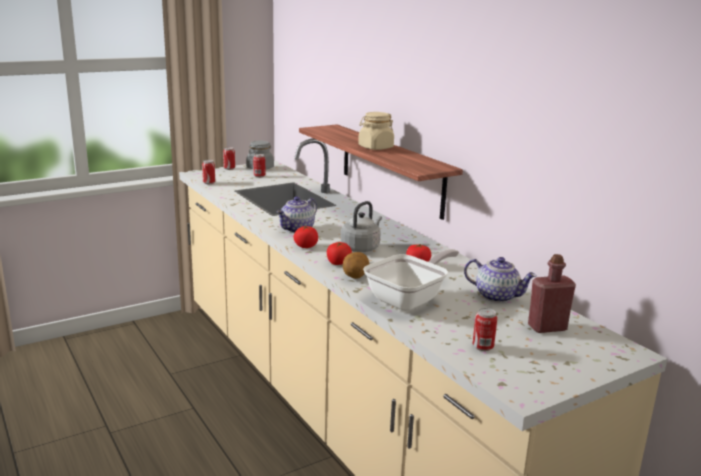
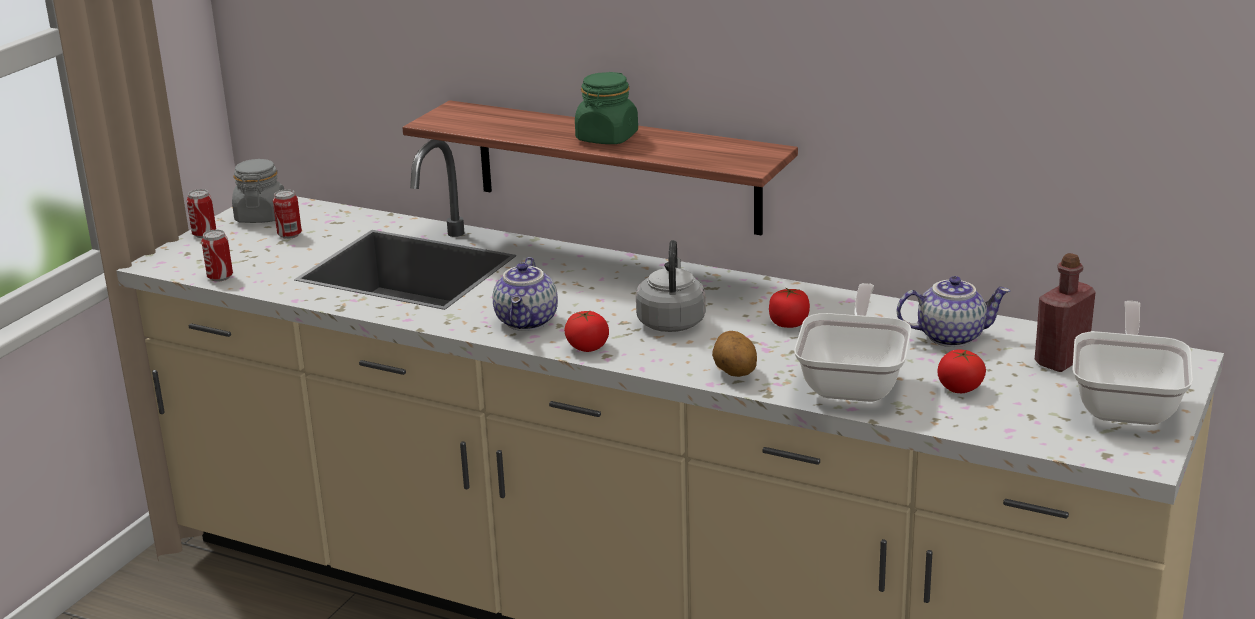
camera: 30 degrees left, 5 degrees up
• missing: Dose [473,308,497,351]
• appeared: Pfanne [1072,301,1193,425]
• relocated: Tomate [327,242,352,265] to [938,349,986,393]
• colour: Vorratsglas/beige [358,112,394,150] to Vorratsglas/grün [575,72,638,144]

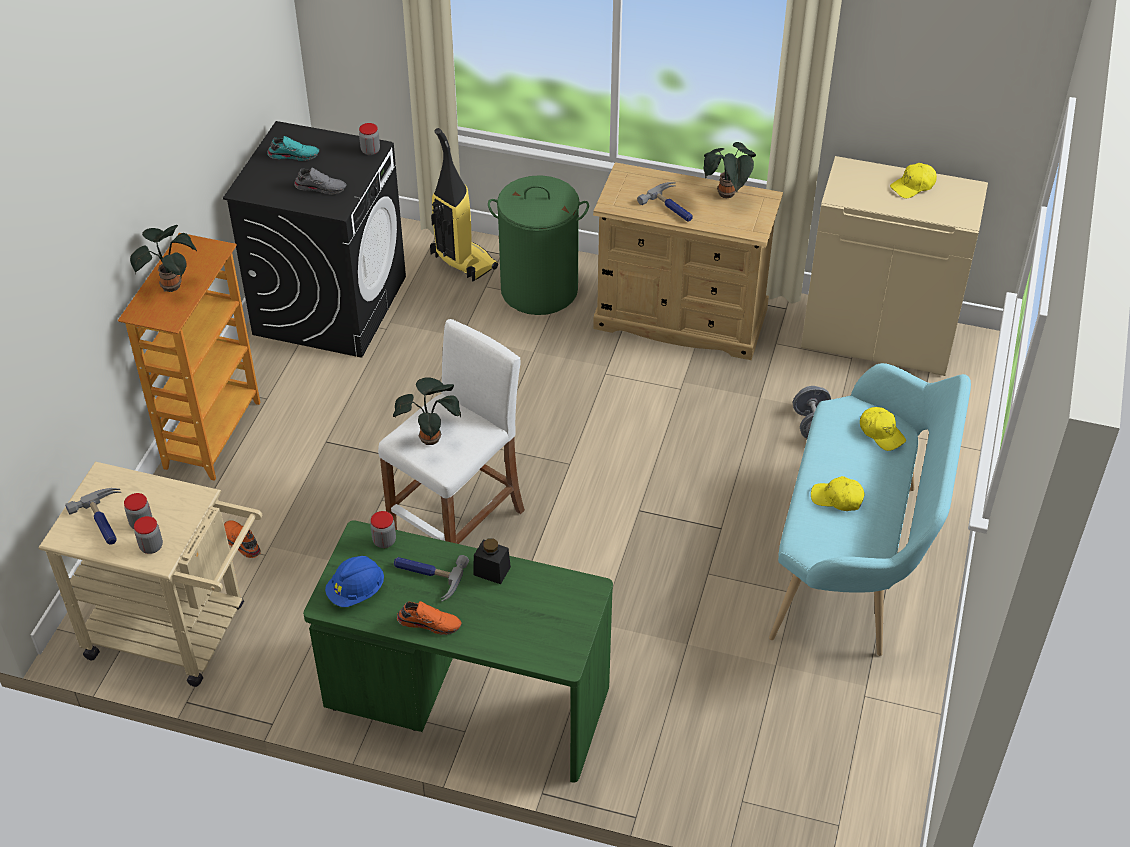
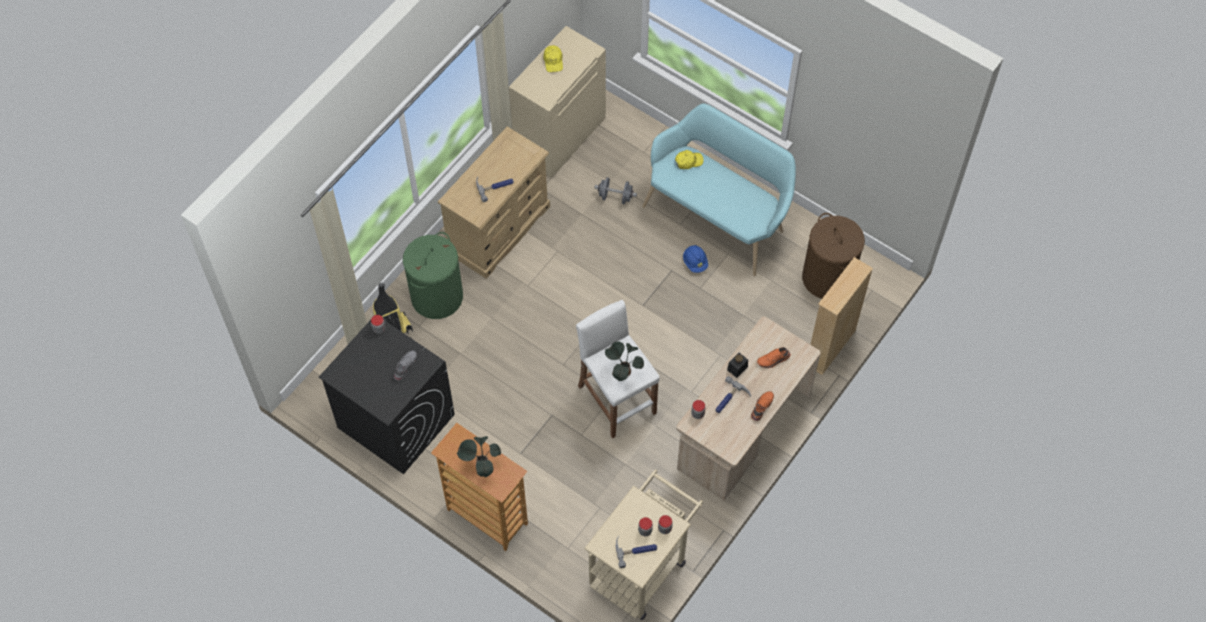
camera: 70 degrees left, 15 degrees up
• missing: Schuh/türkis [267,136,319,161]
• missing: Topfpflanze [704,142,756,198]
• missing: Kappe/gelb [811,476,865,511]
• appeared: Wäschekorb/braun [802,213,865,299]
• appeared: Bücherregal/beige [810,257,873,375]
• relocated: Schuh/orange [224,520,261,558] to [757,347,791,368]
• relocated: Schutzhelm/blau [325,556,384,607] to [683,245,708,273]
• colour: Schreibtisch/grün [303,520,613,783] to Schreibtisch/beige [676,316,821,501]

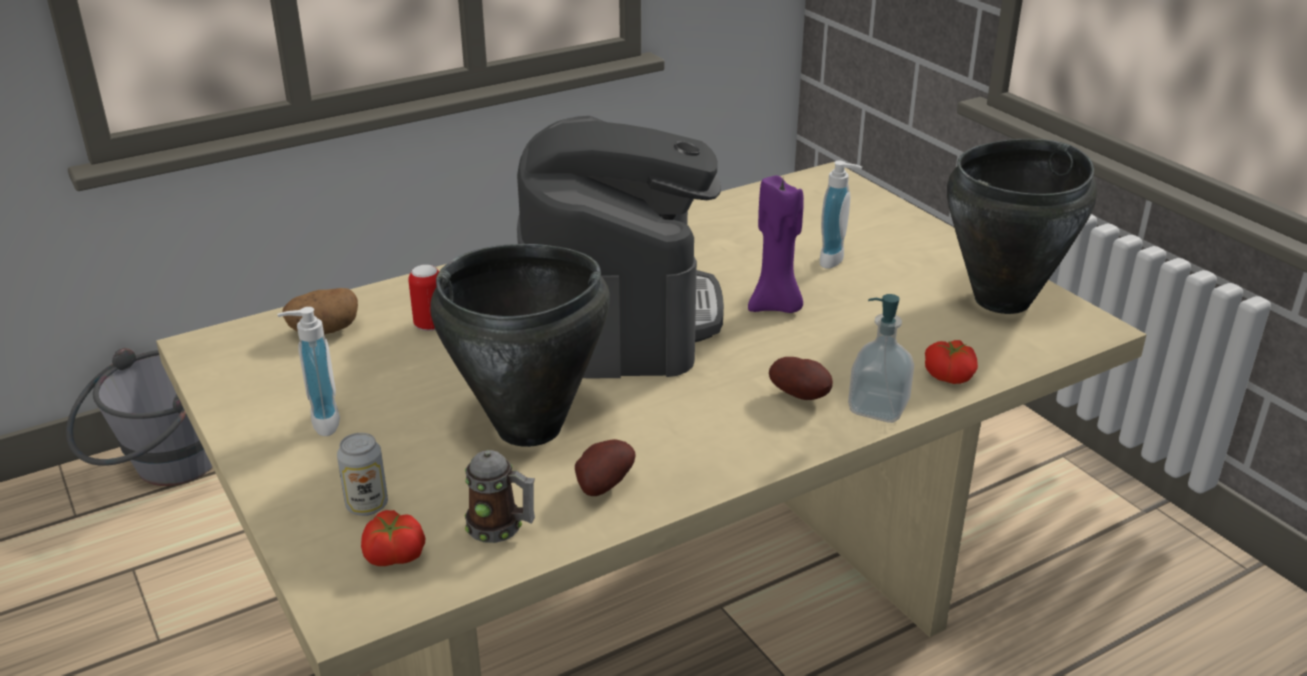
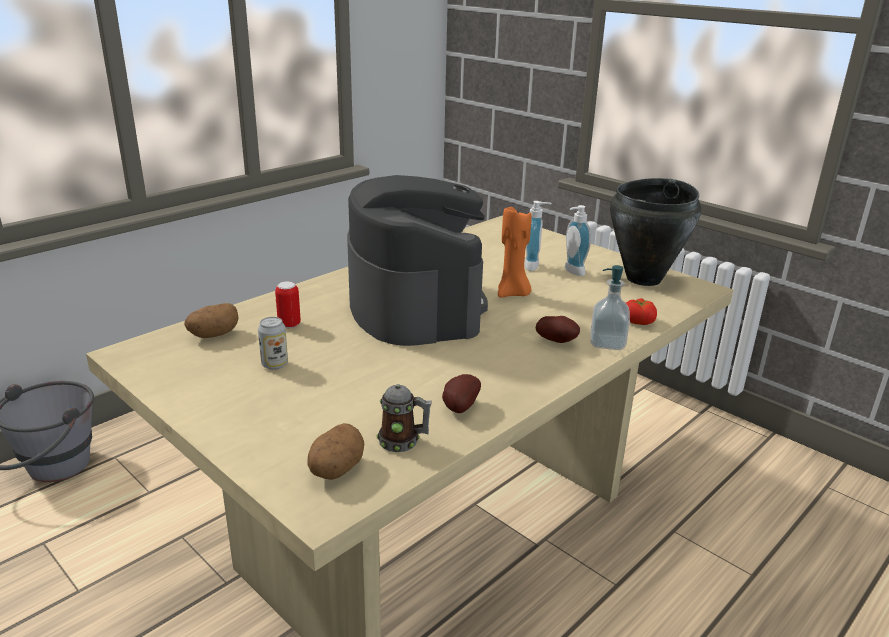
camera: 15 degrees left, 5 degrees down
• missing: Kochtopf/schwarz [430,244,610,447]
• relocated: Seifenspender [278,307,340,436] to [564,205,591,276]
• relocated: Dose [337,433,388,516] to [258,317,288,370]
• exchanged: Tomate [361,510,425,566] to Kartoffel [308,423,364,480]
• colour: Kerze/lila [748,176,804,313] to Kerze/orange [498,207,532,297]

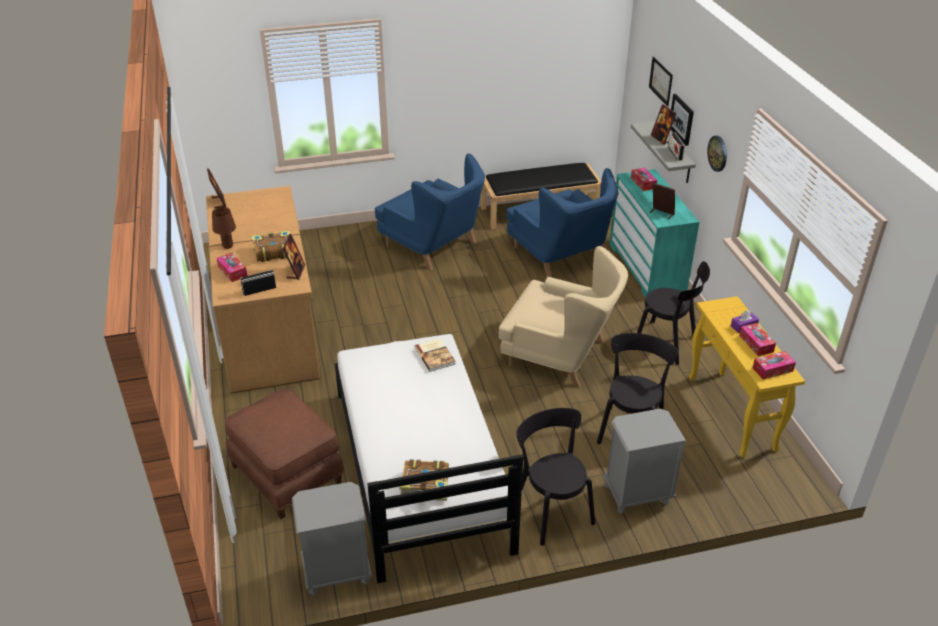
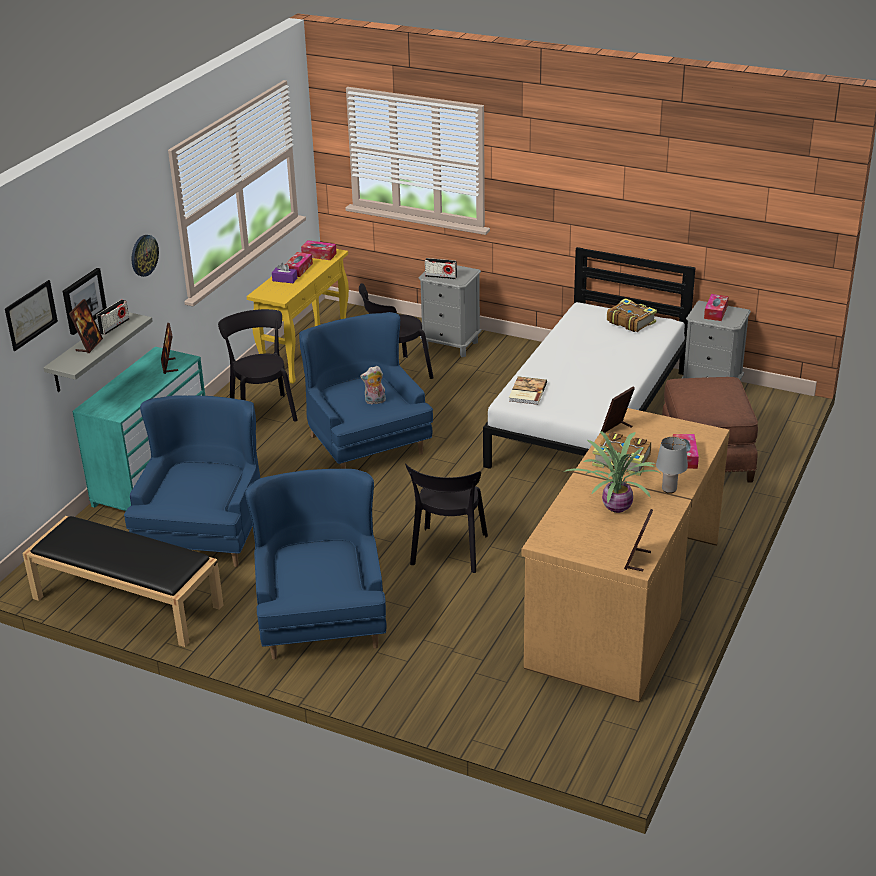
camera: 140 degrees left, 5 degrees down
• appeared: Plüschtier [360,366,386,404]
• appeared: Topfpflanze [564,431,660,513]
• relocated: Radio [240,270,276,296] to [425,258,457,279]
• relocated: Stuhl/schwarz [516,408,595,546] to [405,463,488,573]
• relocated: Taschentuchbox [631,168,657,191] to [704,294,729,321]
• colour: Tischlampe/braun [212,207,236,249] to Tischlampe/grau [656,437,688,494]
• colour: Sessel/beige [499,246,628,387] to Sessel/blau [299,312,433,469]

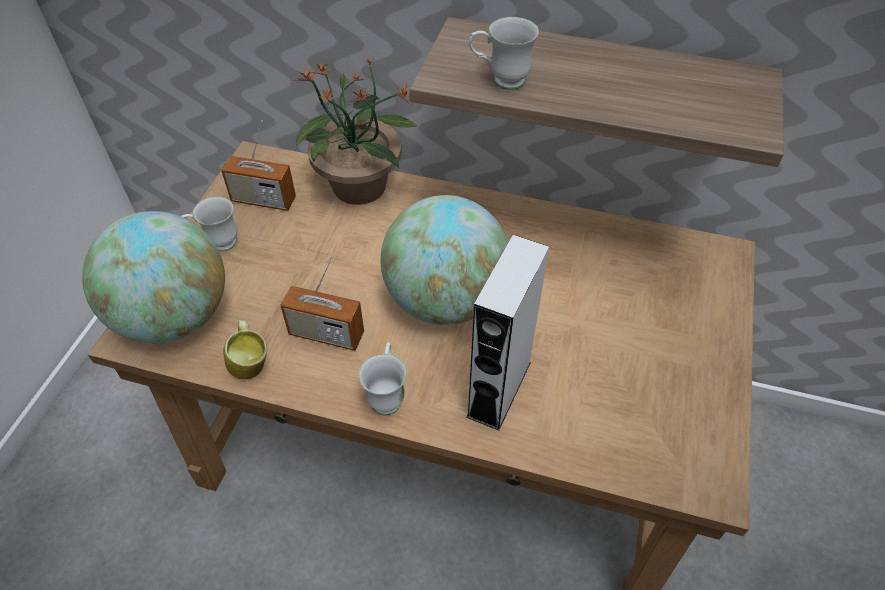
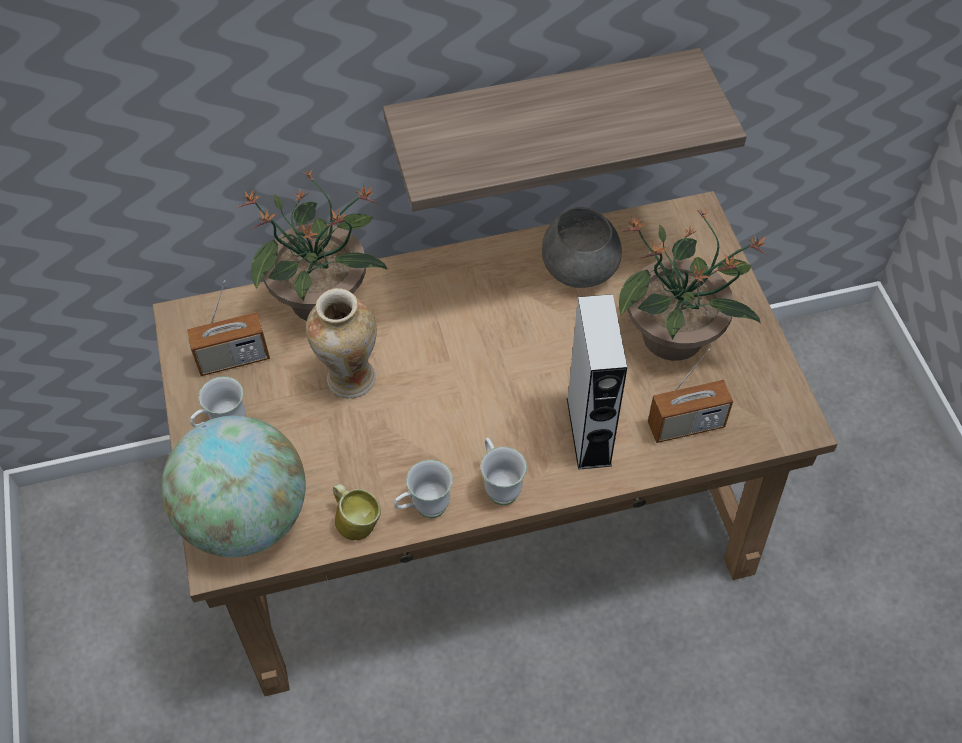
camera: 30 degrees left, 5 degrees up
• missing: Globus [381,195,508,325]
• appeared: Vase [306,288,377,398]
• appeared: Schüssel/grau [542,207,622,288]
• appeared: Topfpflanze [619,209,767,361]
• relocated: Radio [280,255,364,351] to [648,349,733,443]
• relocated: Henkelbecher/weiß [469,17,539,90] to [394,460,453,518]

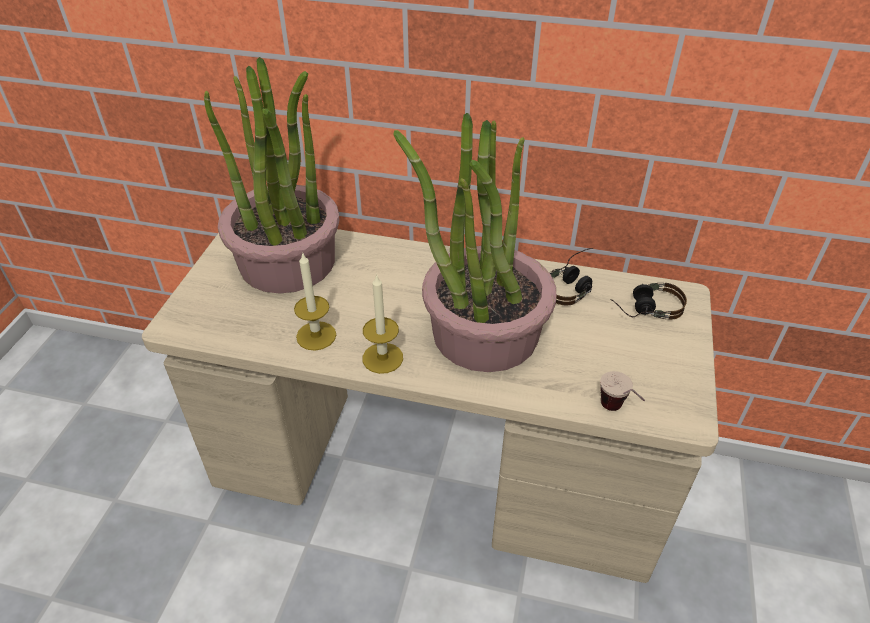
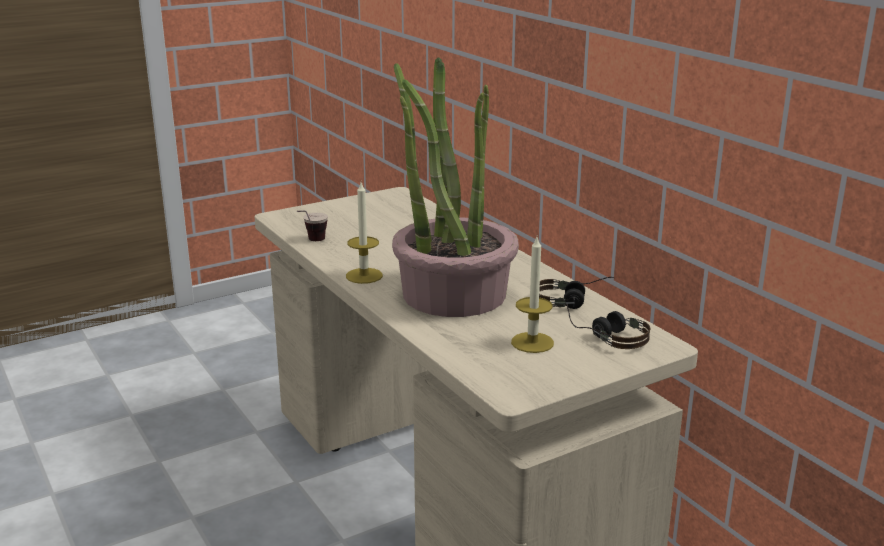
camera: 45 degrees right, 20 degrees down
• missing: Topfpflanze [204,57,339,294]
• relocated: Kerze [294,252,336,351] to [511,237,554,353]
• relocated: Tasse [600,371,645,411] to [297,210,328,241]

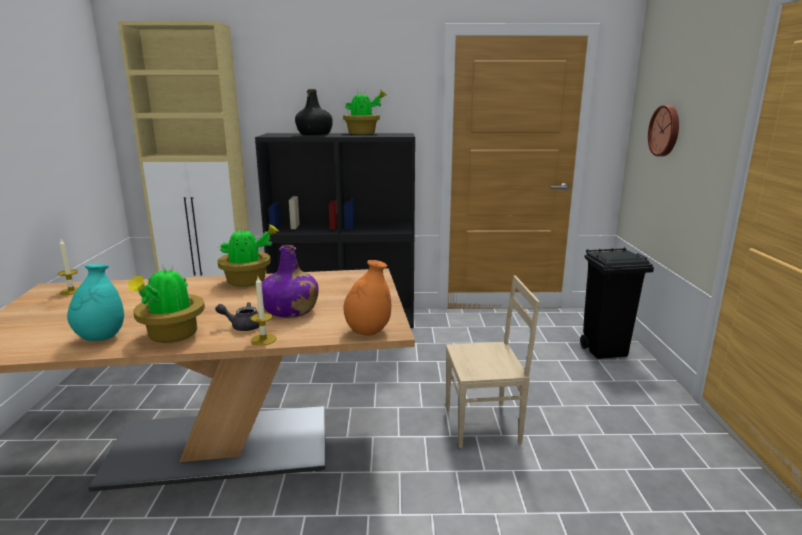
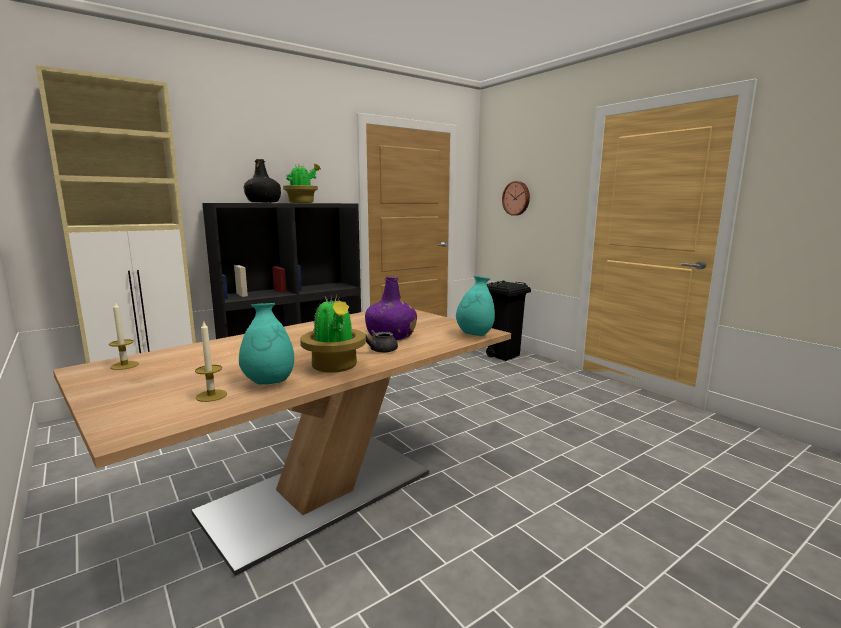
camera: 35 degrees left, 5 degrees down
• missing: Topfpflanze [217,224,280,287]
• missing: Stuhl/beige [446,276,540,448]
• relocated: Kerze [250,277,277,346] to [195,320,227,402]
• colour: Vase/orange [343,260,391,335] to Vase/türkis [456,276,495,336]

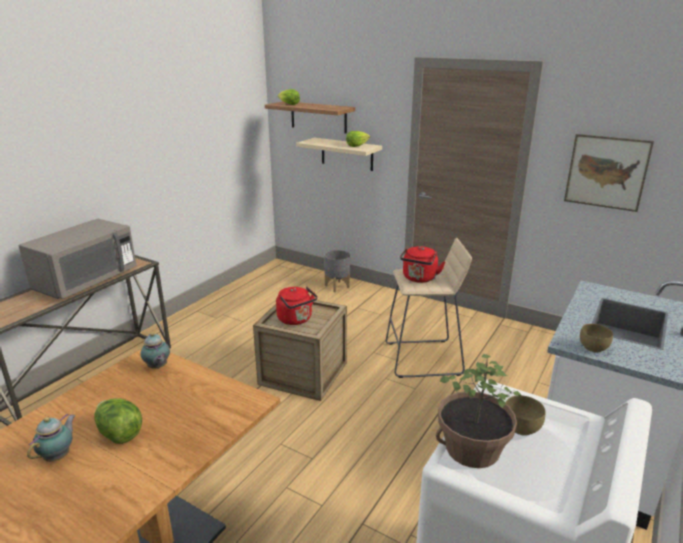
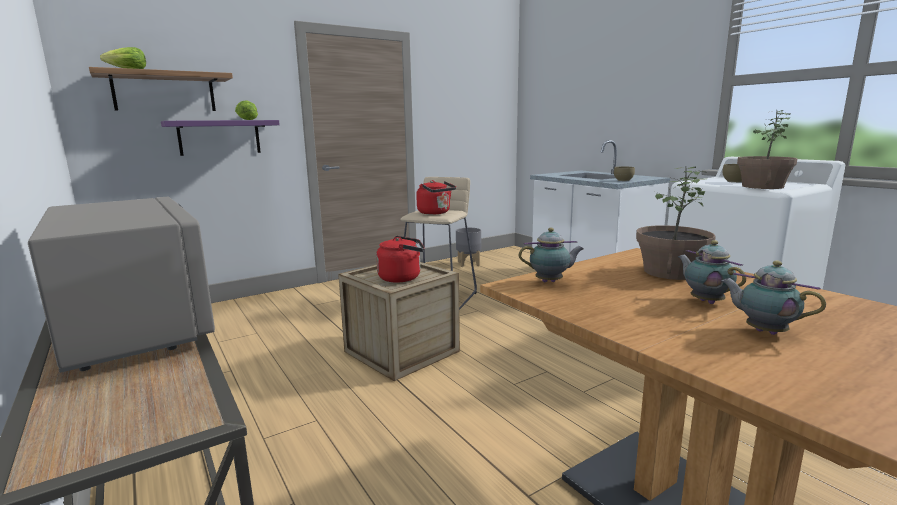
camera: 65 degrees left, 10 degrees down
• missing: Bild [564,134,654,212]
• appeared: Topfpflanze [636,167,716,280]
• relocated: Pflanzkübel/grau [324,250,350,292] to [456,228,481,267]
• exchanged: Salatkopf [94,399,142,444] to Teekanne [677,240,746,304]
• colour: Wandregal/beige [296,138,382,171] to Wandregal/lila [161,120,280,156]

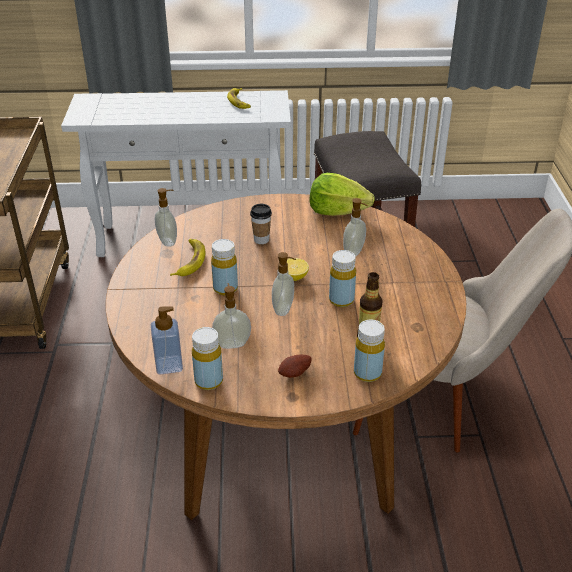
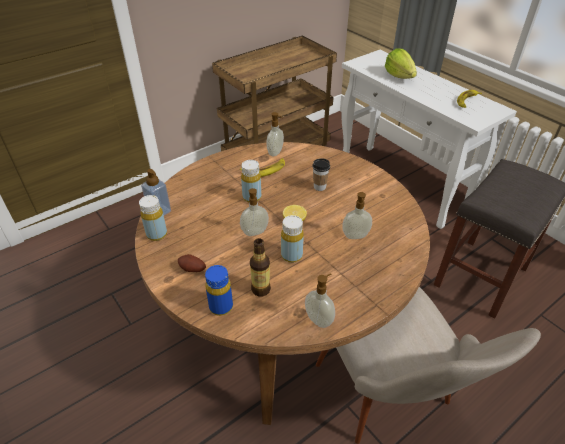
camera: 55 degrees right, 5 degrees up
• relocated: Seifenspender [212,283,251,349] to [305,273,335,328]
• relocated: Salatkopf [309,173,375,216] to [385,48,417,79]
• colour: Flasche/gelb [354,319,385,382] to Flasche/blau [205,265,233,316]

